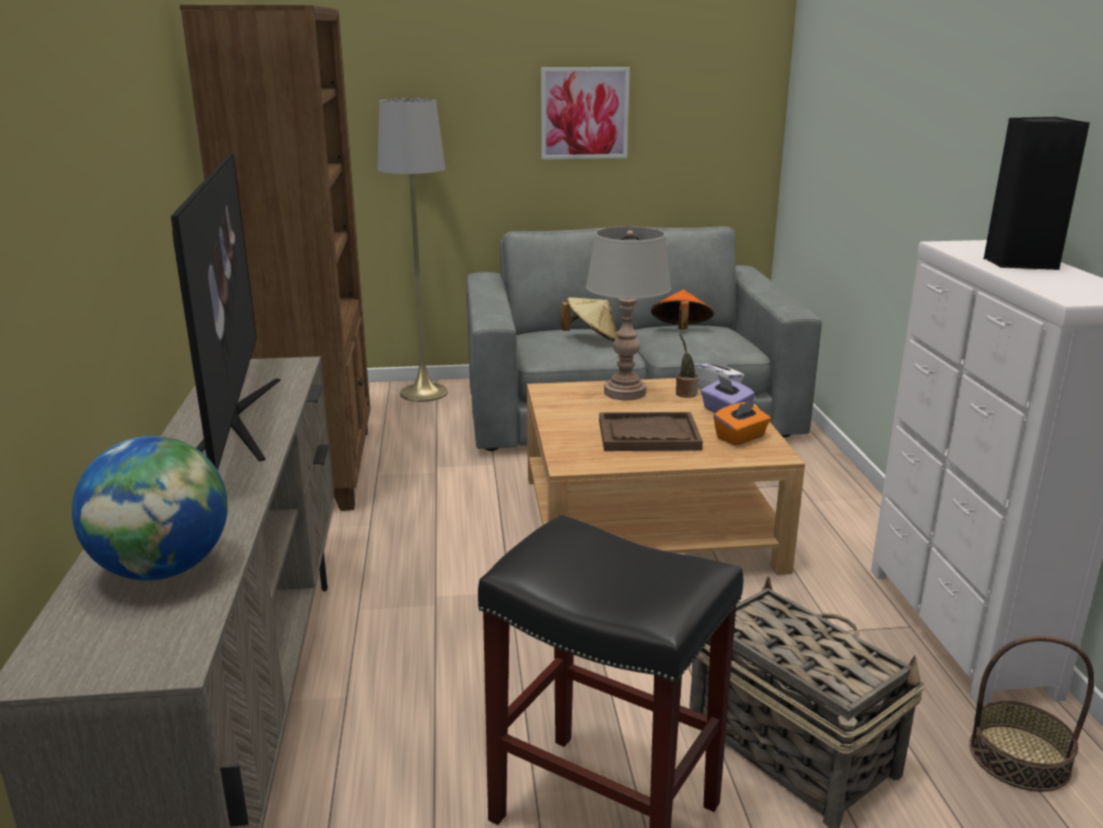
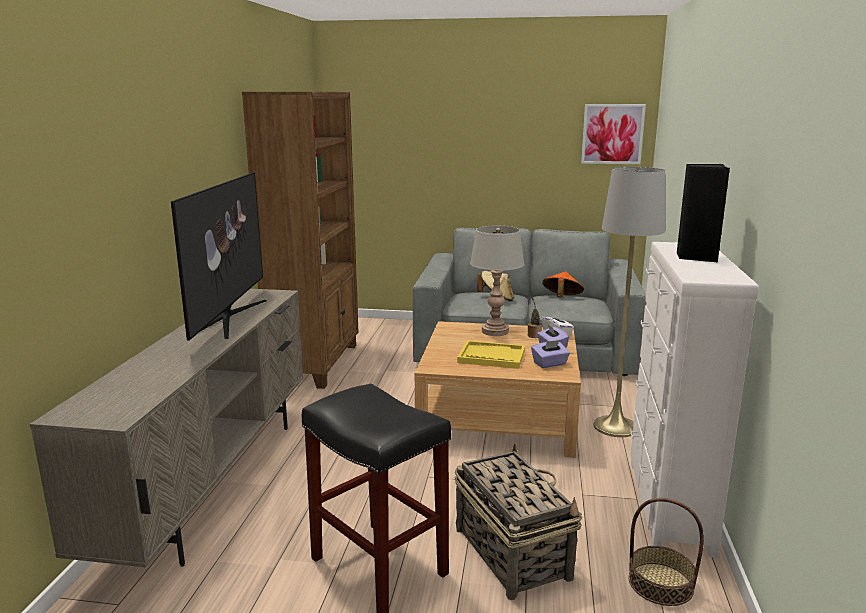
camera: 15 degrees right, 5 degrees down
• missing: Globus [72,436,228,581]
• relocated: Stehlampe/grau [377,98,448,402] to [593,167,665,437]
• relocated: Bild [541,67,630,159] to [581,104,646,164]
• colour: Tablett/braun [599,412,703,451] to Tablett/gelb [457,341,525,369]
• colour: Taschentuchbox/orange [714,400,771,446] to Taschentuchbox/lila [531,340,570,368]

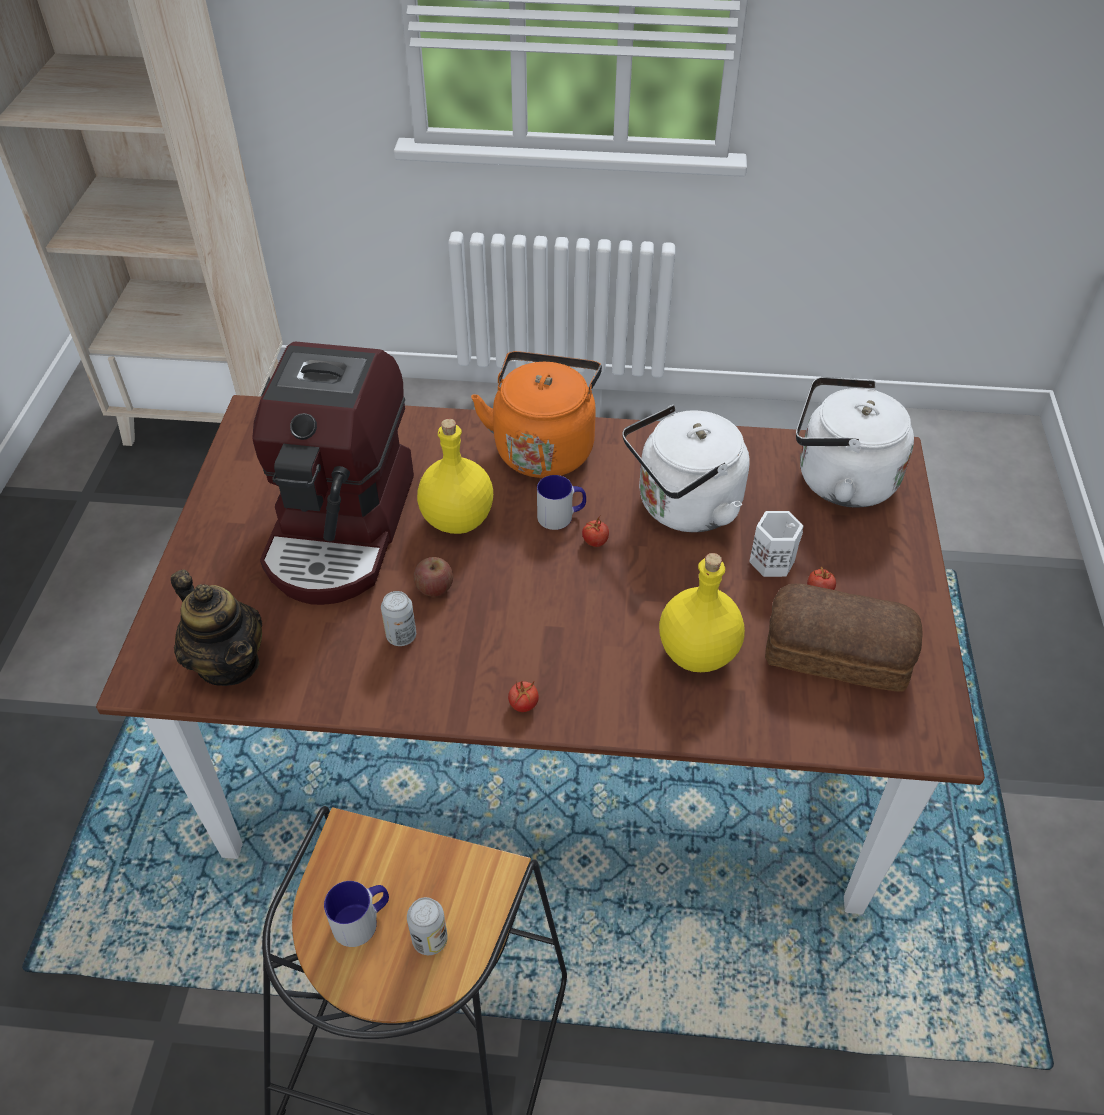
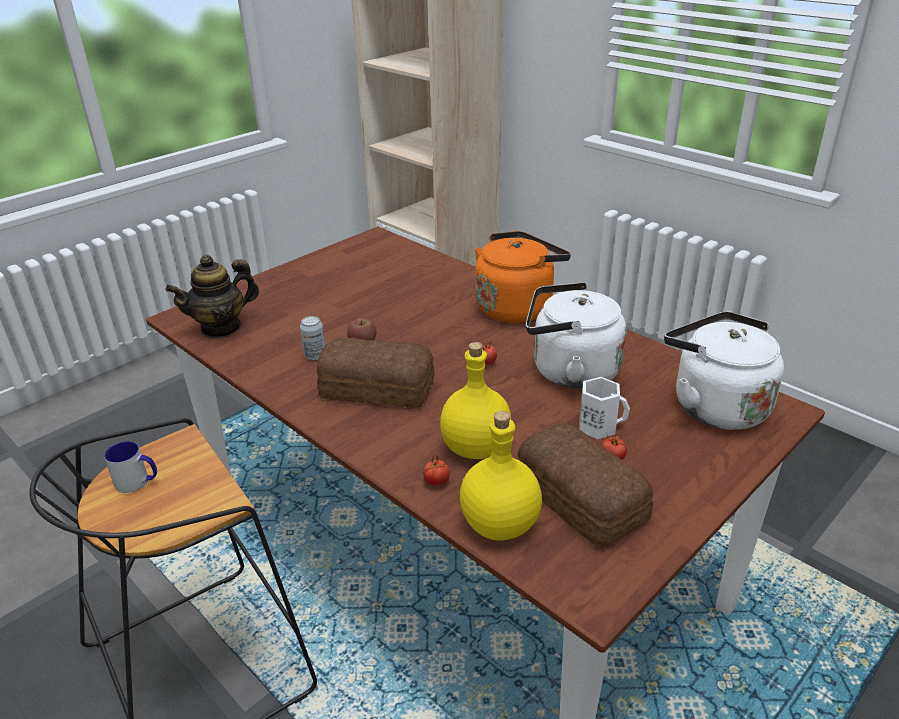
camera: 40 degrees right, 15 degrees down
• missing: Kaffeemaschine [252,341,414,605]
• missing: Dose [407,897,448,955]
• missing: Henkelbecher [537,475,586,530]
• appeared: Brot [317,338,434,409]
• relocated: Flasche/gelb [417,419,493,534] to [460,411,542,541]
• relocated: Tomate [508,680,539,712] to [423,454,450,486]
• spun: Teekanne [171,569,262,686] = [166,255,259,338] 60 degrees clockwise

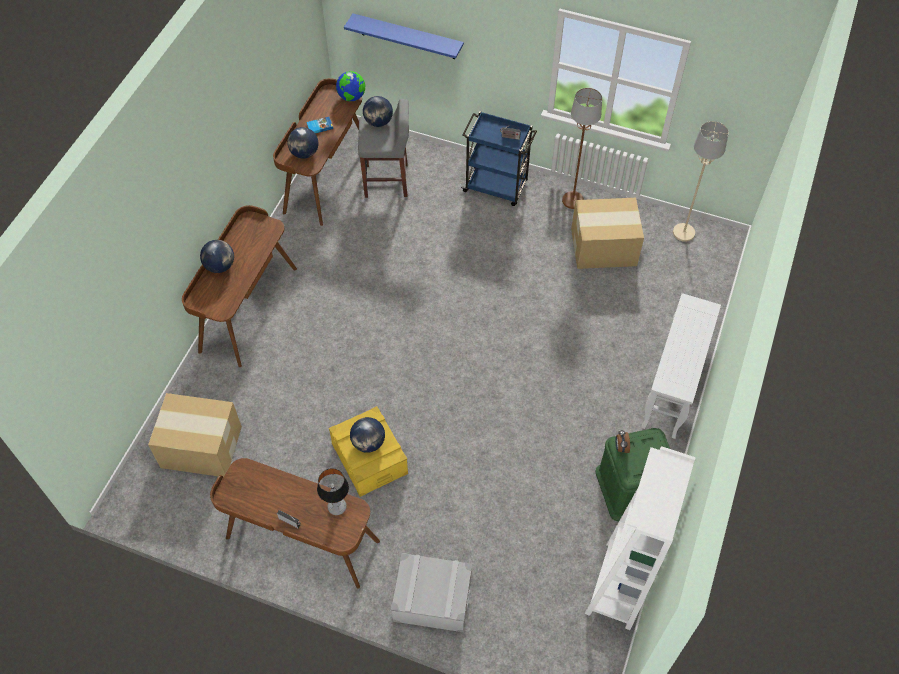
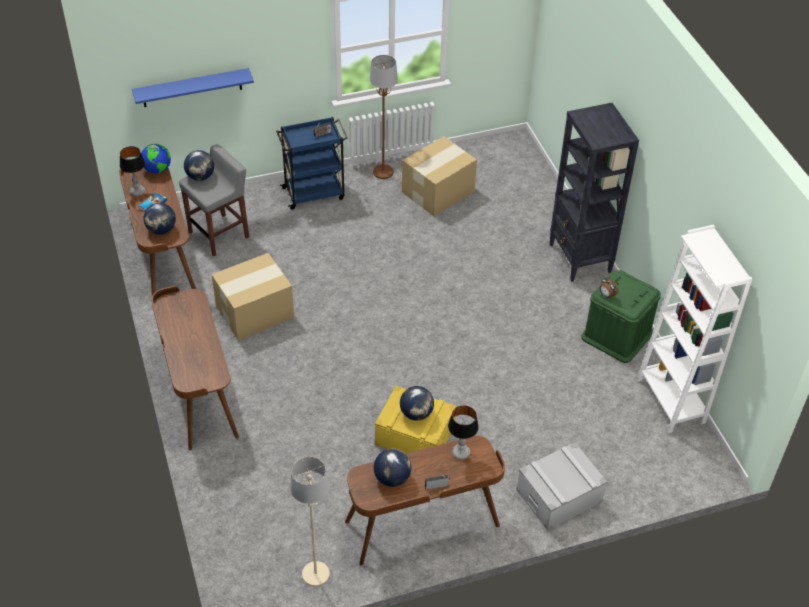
camera: 40 degrees left, 10 degrees down
• appeared: Tischlampe [120,146,145,196]
• relocated: Karton [148,393,242,477] to [212,253,294,340]
• relocated: Globus [200,240,234,273] to [374,449,411,487]
• relocated: Stehlampe/beige [673,121,729,242] to [290,457,330,587]
• exchanged: Konsolentisch/weiß [641,293,721,439] to Bücherregal/schwarz [549,103,639,282]

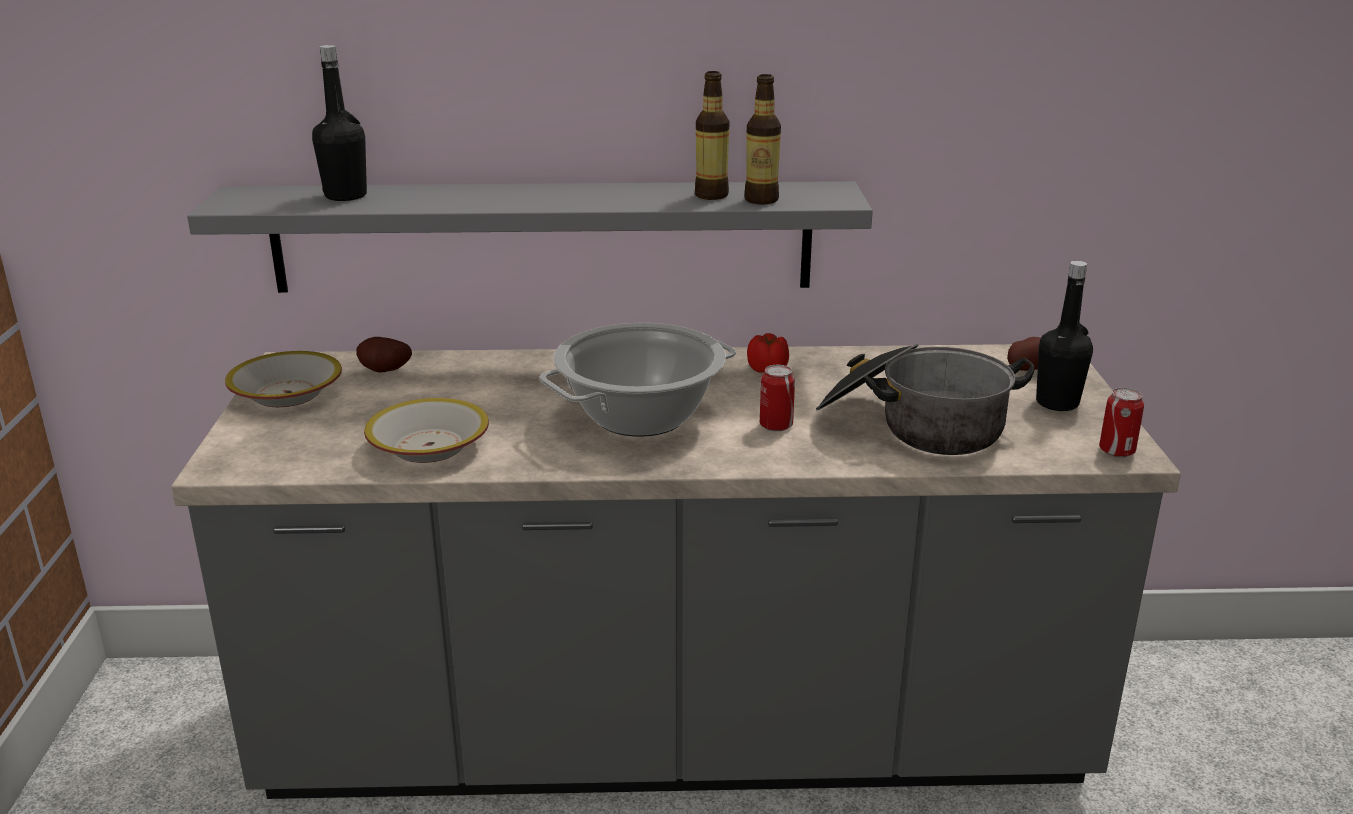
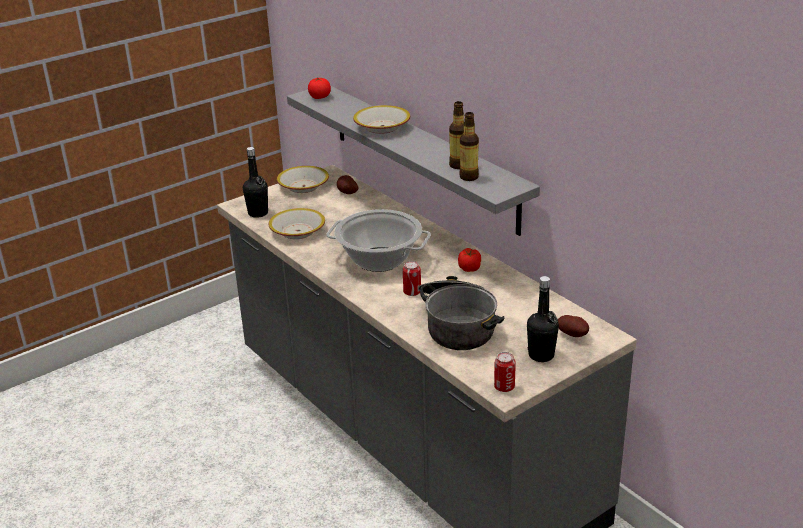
camera: 55 degrees right, 5 degrees up
• appeared: Tomate [308,77,331,99]
• appeared: Schüssel [353,105,410,134]
• relocated: Flasche/schwarz [312,45,367,201] to [243,147,268,218]

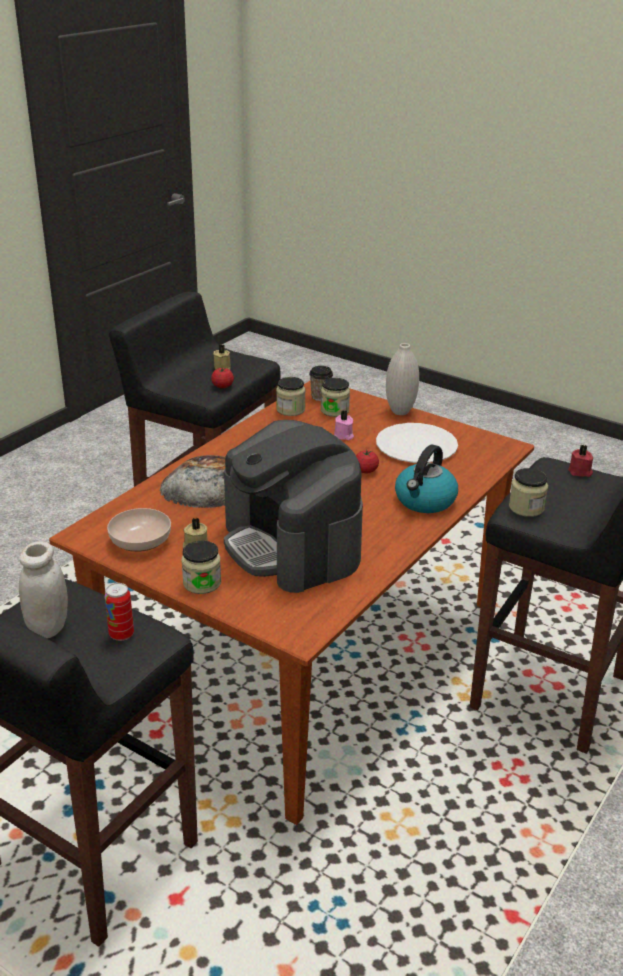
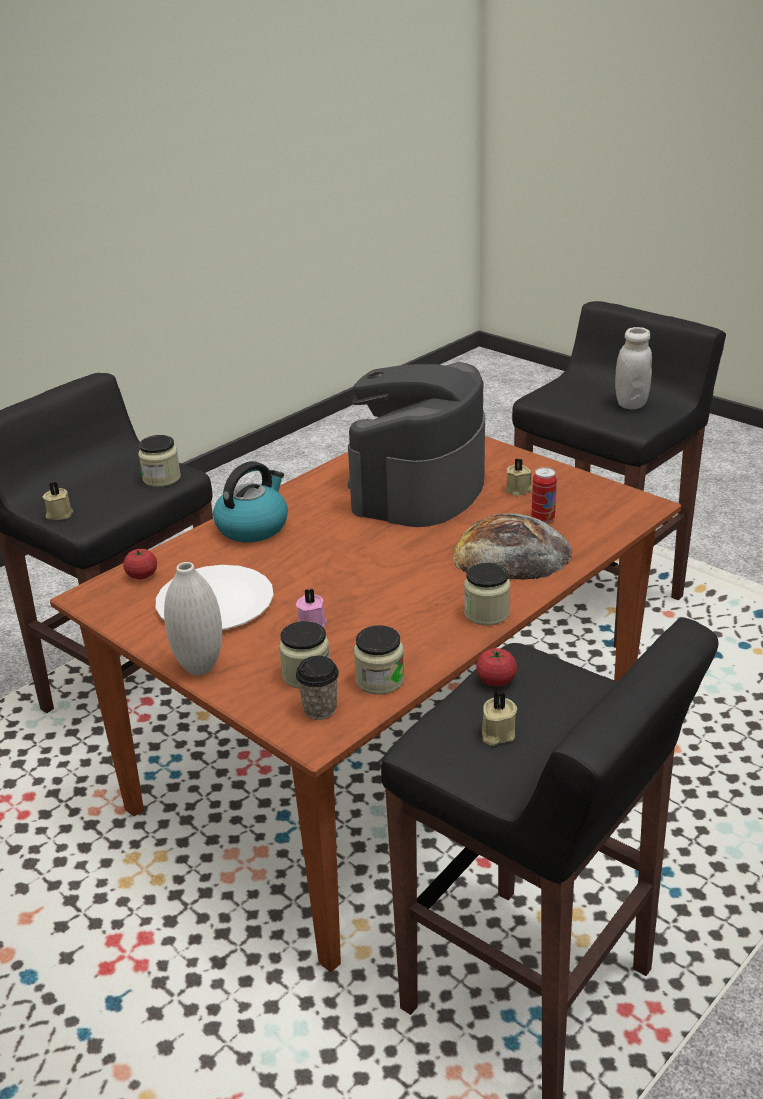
camera: 170 degrees left, 0 degrees up
• missing: Schüssel [107,508,171,552]
• relocated: Dose [105,583,134,641] to [531,467,557,523]
• relocated: Vorratsglas [181,541,221,594] to [464,563,510,625]
• relocated: Tomate [356,449,379,473] to [123,549,157,579]
• colour: Kerze/rot [568,445,593,477] to Kerze/beige [42,482,73,520]
• spun: Kaffeemaschine [224,420,363,593] = [348,362,485,527] 135 degrees counterclockwise

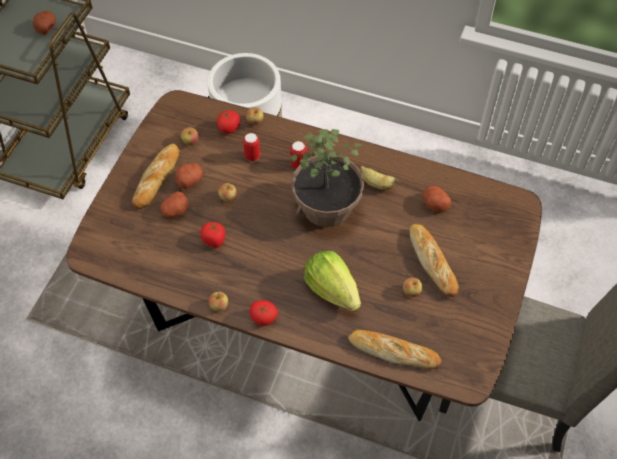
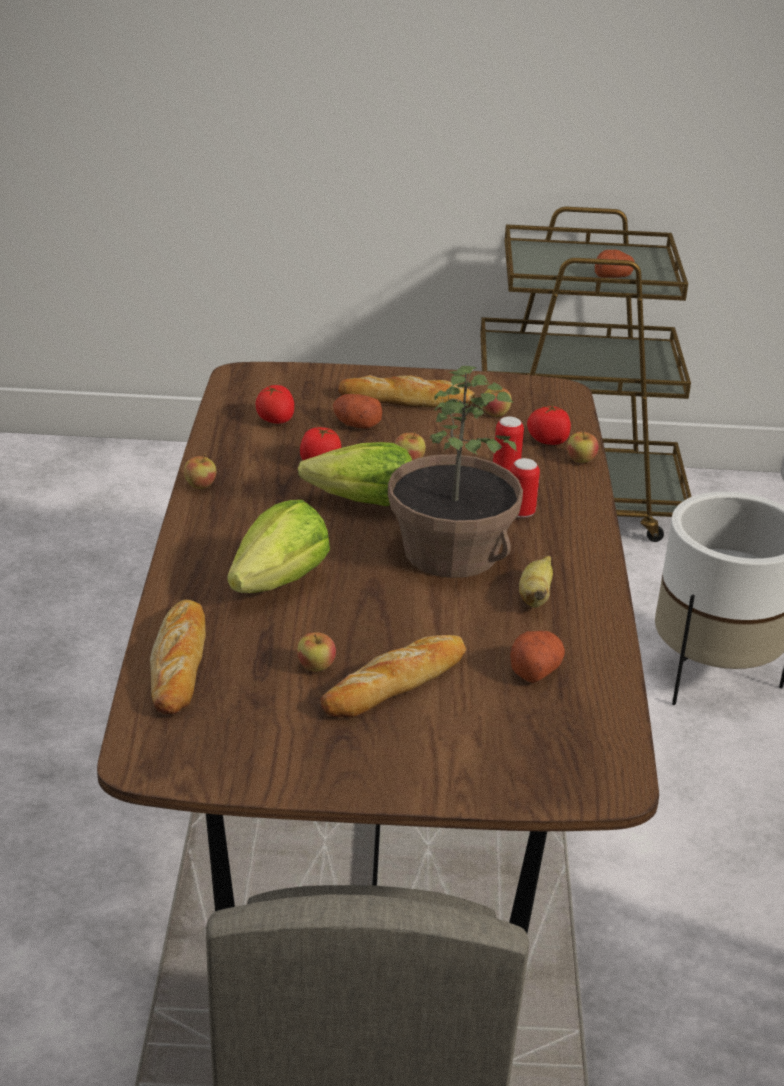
camera: 70 degrees right, 25 degrees down
• missing: Kartoffel [175,163,203,189]
• appeared: Salatkopf [298,442,412,506]
• relocated: Tomate [250,300,278,326] to [256,385,294,424]

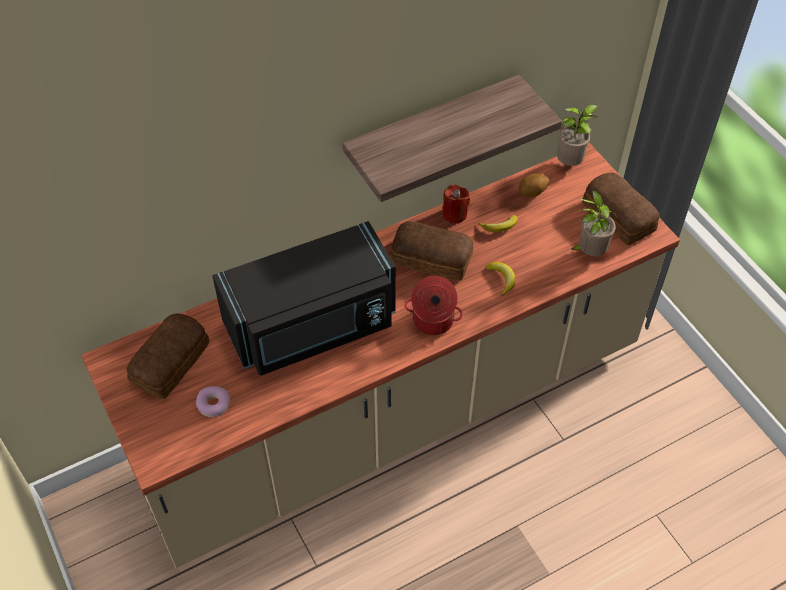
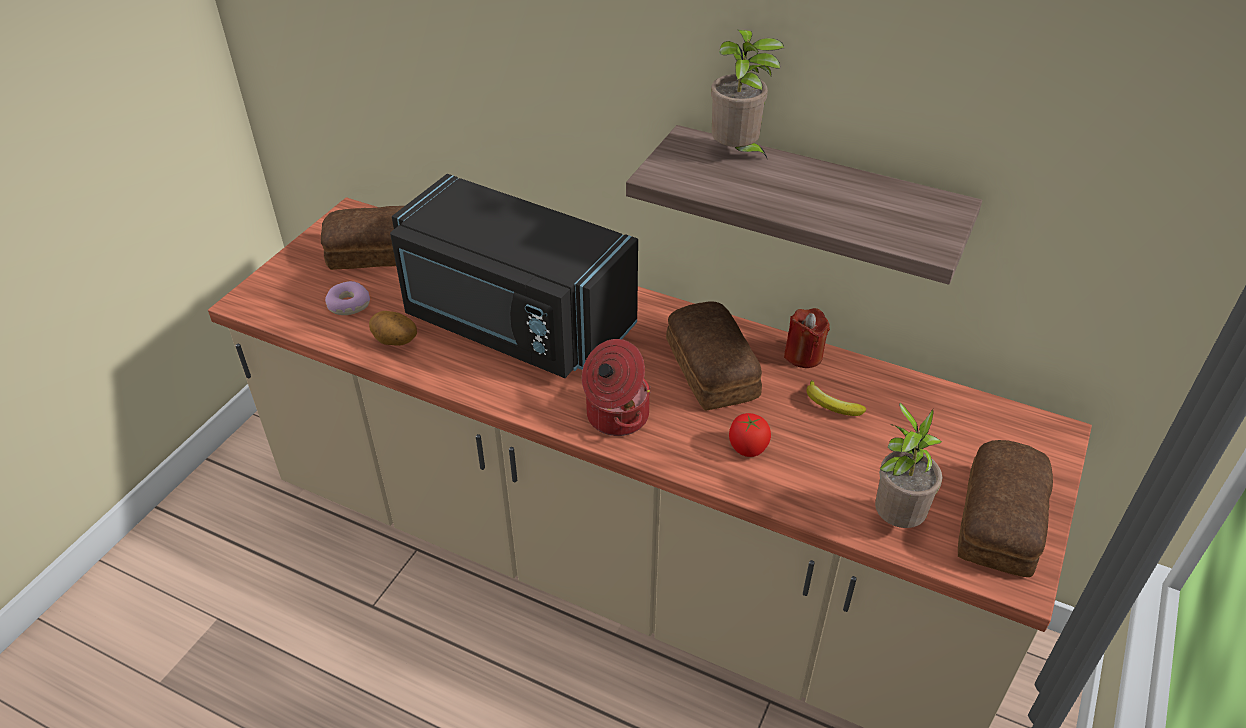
camera: 55 degrees right, 10 degrees down
• relocated: Kartoffel [519,173,549,197] to [369,311,417,346]
• relocated: Topfpflanze [557,104,598,166] to [711,29,784,158]
• exchanged: Banane [486,262,516,297] to Tomate [729,413,771,457]

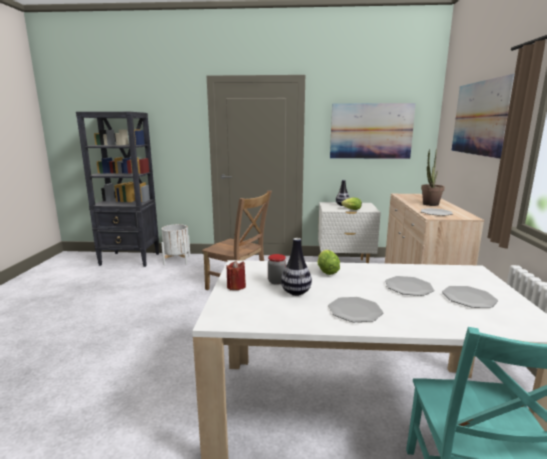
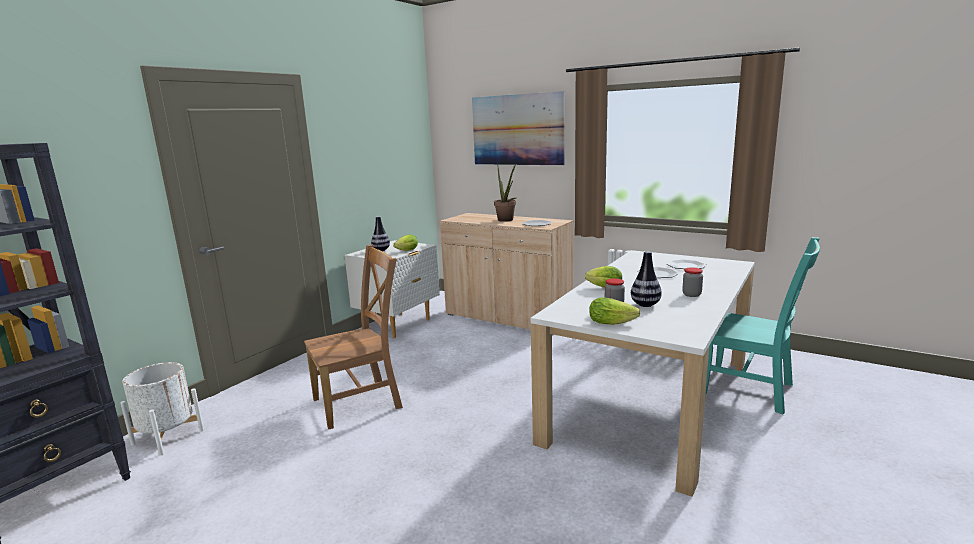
camera: 60 degrees left, 0 degrees up
• missing: Bild [330,103,416,159]
• exchanged: Kerze/rot [226,261,246,290] to Salatkopf [589,297,640,325]
• exchanged: Teller [328,297,383,322] to Vorratsglas [682,267,703,297]

